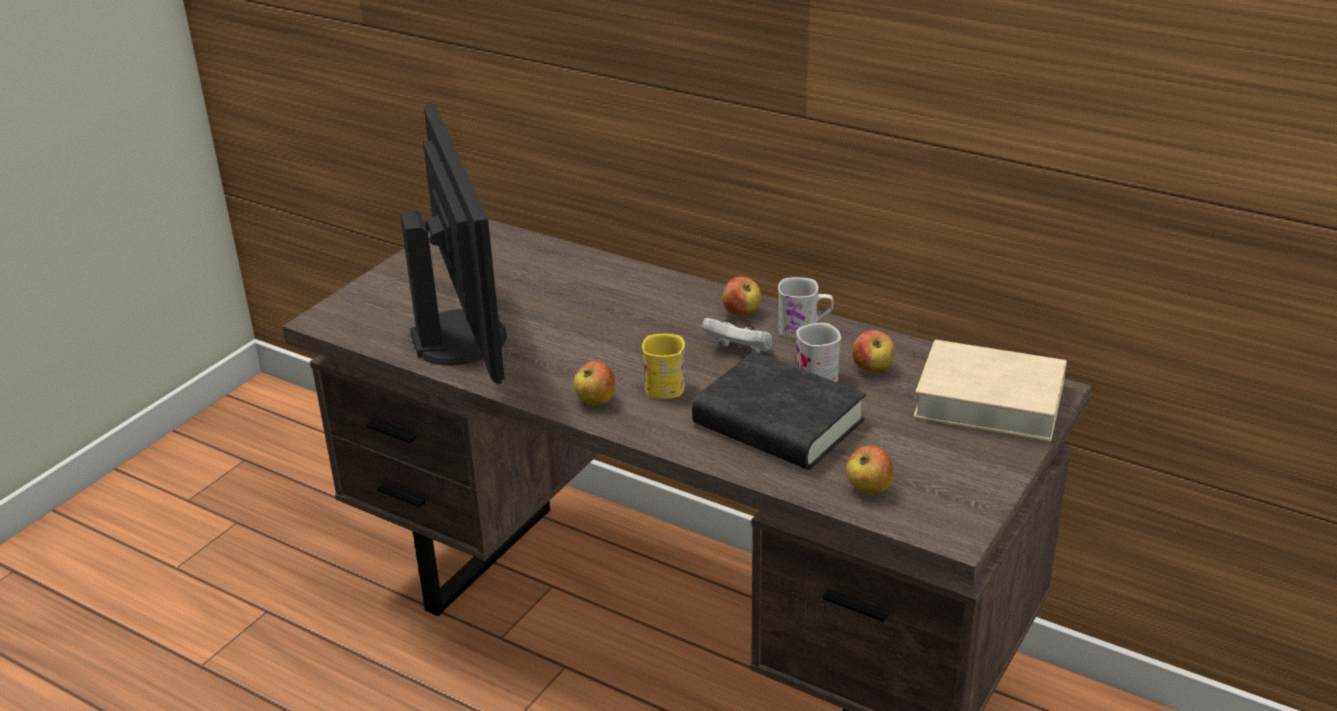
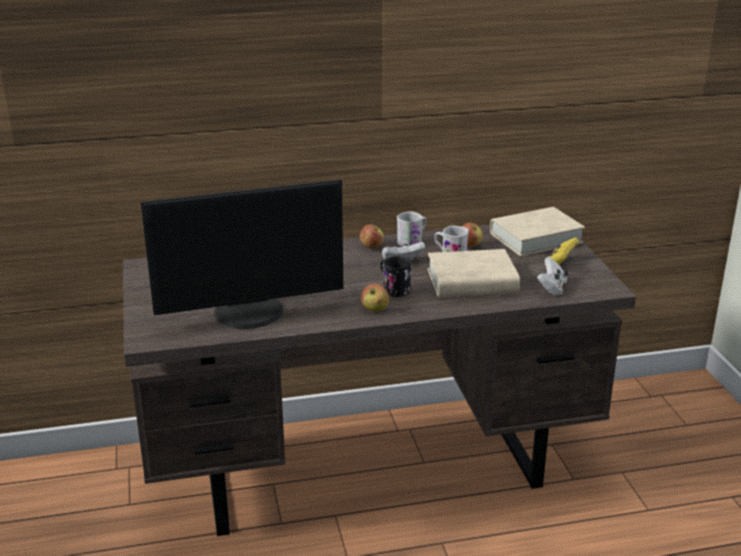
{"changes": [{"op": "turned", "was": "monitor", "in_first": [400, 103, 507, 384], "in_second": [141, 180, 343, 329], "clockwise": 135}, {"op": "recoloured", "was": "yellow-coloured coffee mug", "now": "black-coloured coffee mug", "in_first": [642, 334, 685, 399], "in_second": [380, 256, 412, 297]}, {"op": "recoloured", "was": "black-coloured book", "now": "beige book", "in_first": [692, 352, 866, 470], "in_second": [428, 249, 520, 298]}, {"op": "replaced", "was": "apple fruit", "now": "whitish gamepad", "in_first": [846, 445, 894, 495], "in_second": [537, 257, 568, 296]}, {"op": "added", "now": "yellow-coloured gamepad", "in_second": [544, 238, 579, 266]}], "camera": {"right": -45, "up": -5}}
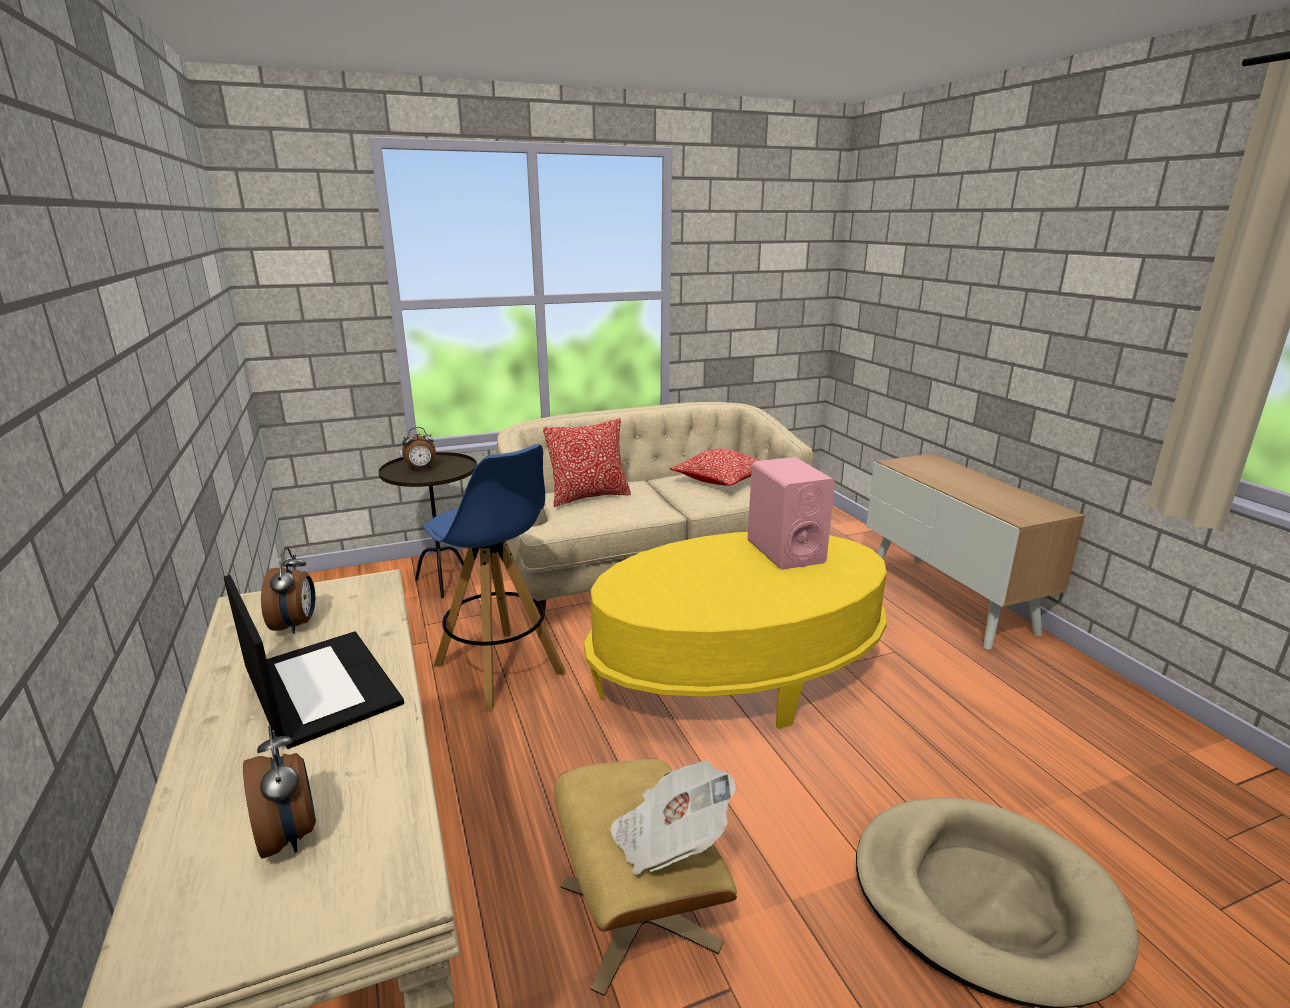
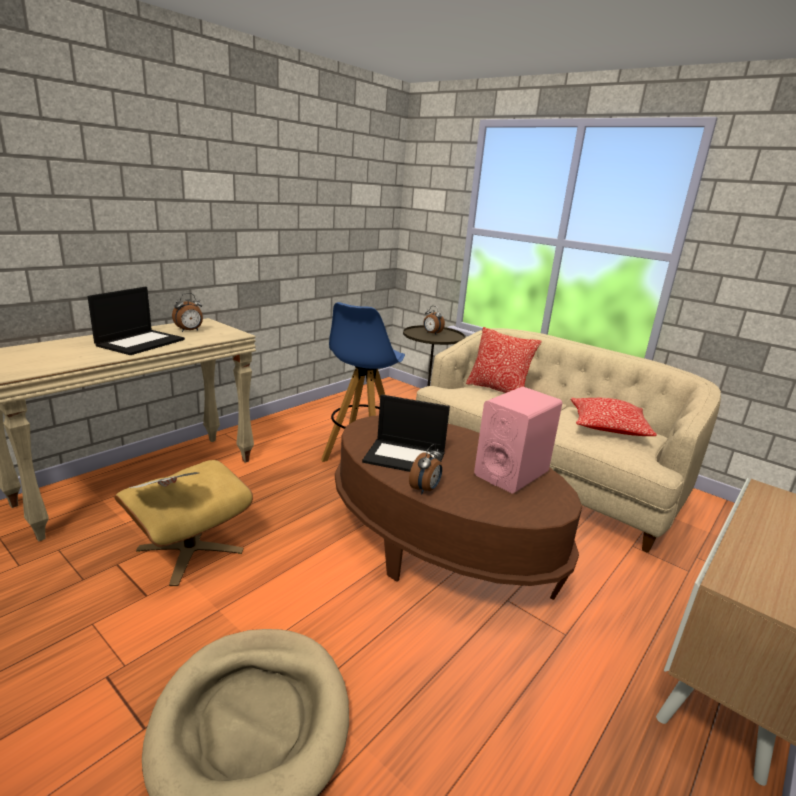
{"changes": [{"op": "recoloured", "was": "yellow-coloured low table", "now": "brownish low table", "in_first": [584, 532, 887, 729], "in_second": [335, 416, 582, 600]}, {"op": "added", "now": "notebook computer", "in_second": [362, 395, 450, 472]}, {"op": "moved", "was": "alarm clock", "in_first": [243, 726, 316, 859], "in_second": [409, 444, 442, 494]}], "camera": {"right": 60, "up": 0}}
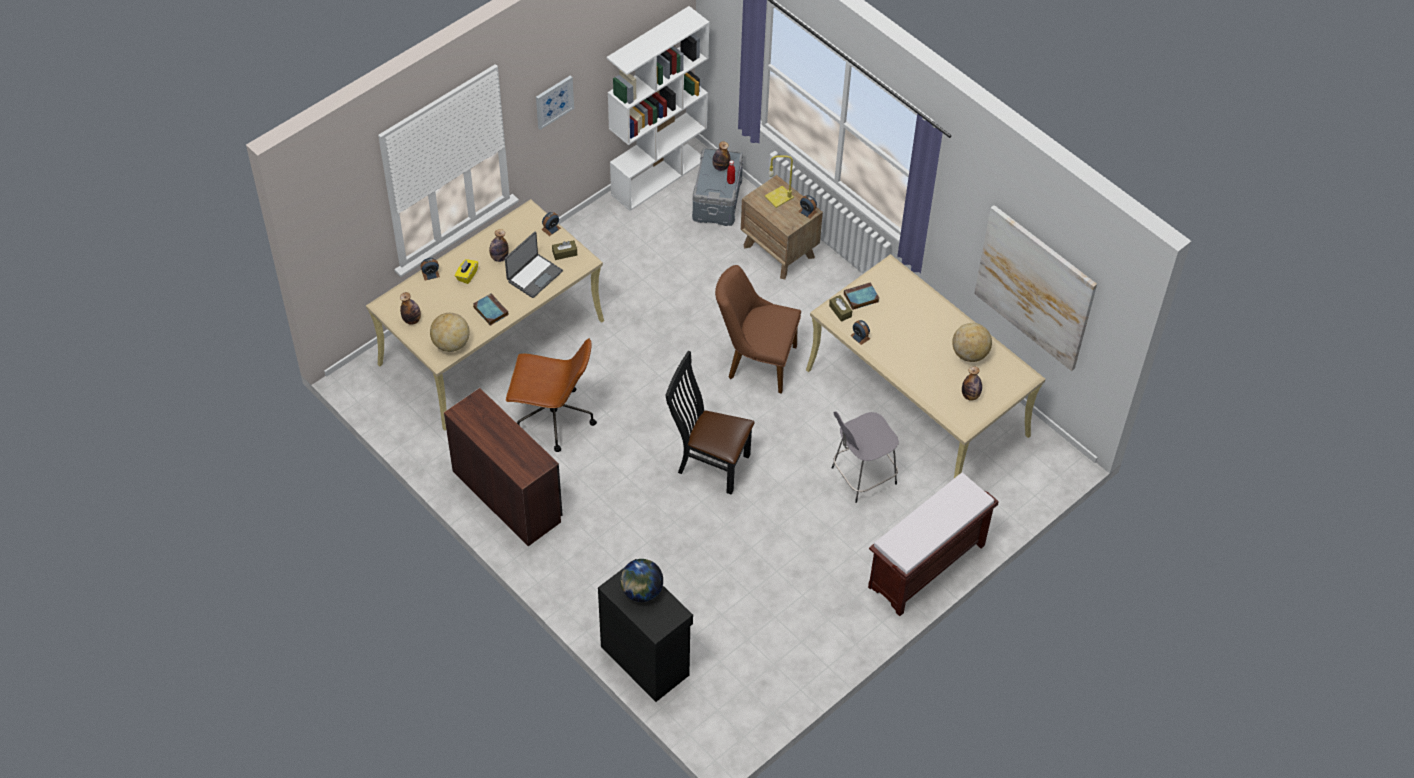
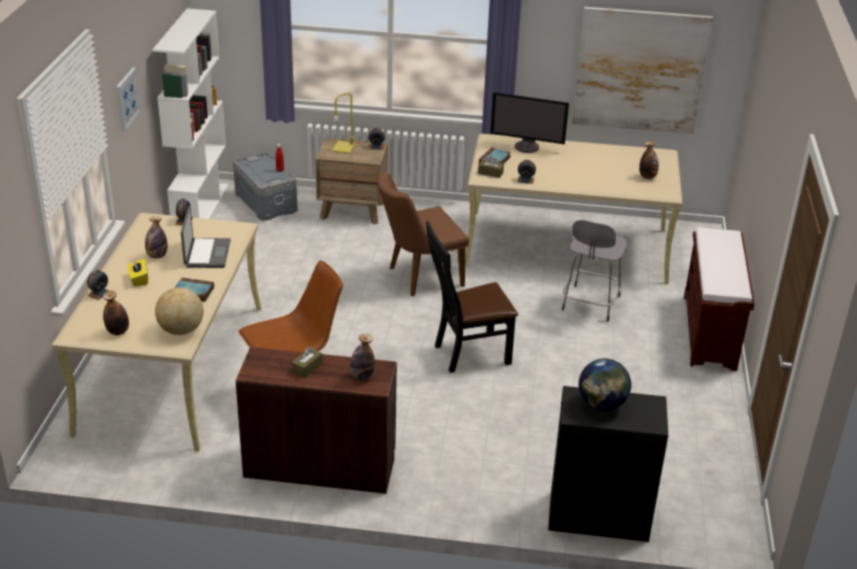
{"changes": [{"op": "moved", "was": "brownish box of tissues", "in_first": [552, 240, 577, 260], "in_second": [291, 346, 323, 378]}, {"op": "moved", "was": "drink bottle", "in_first": [712, 141, 730, 171], "in_second": [350, 334, 375, 380]}, {"op": "added", "now": "monitor", "in_second": [490, 92, 569, 153]}, {"op": "removed", "was": "desk globe", "in_first": [952, 323, 992, 362]}], "camera": {"right": -40, "up": -20}}
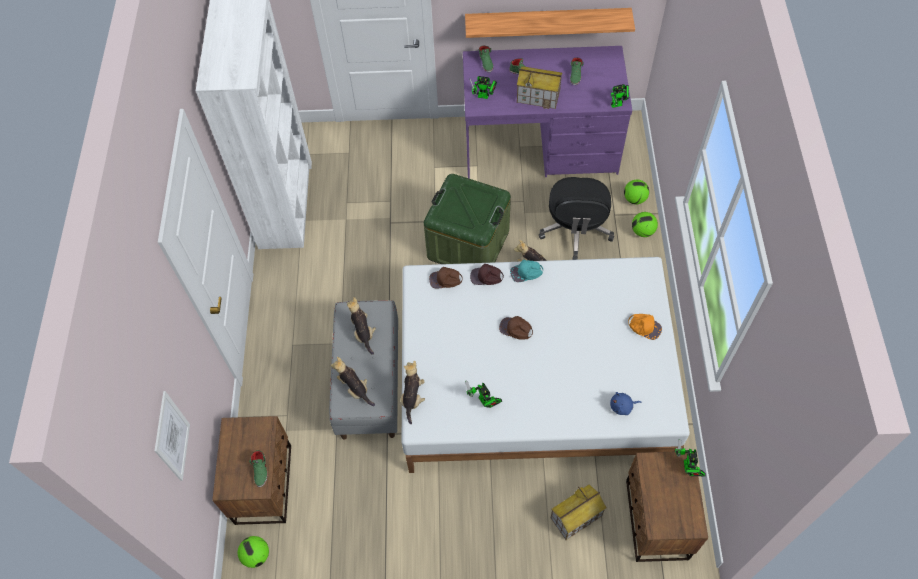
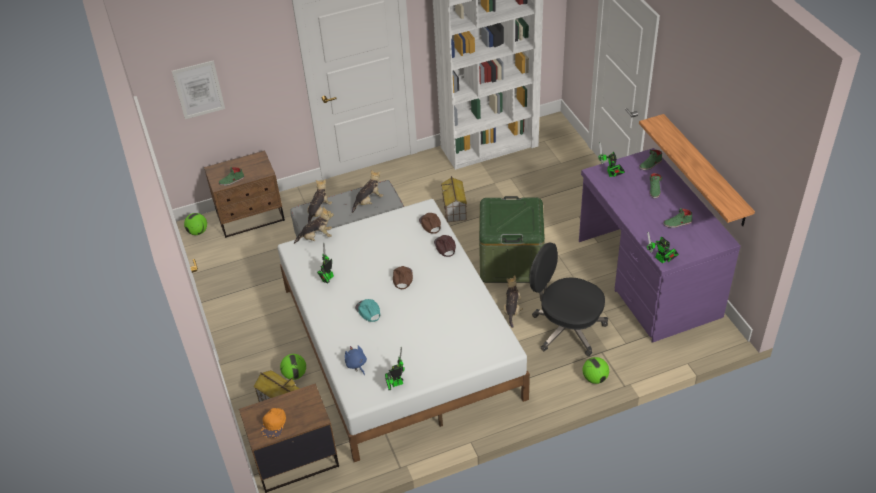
{"changes": [{"op": "moved", "was": "orangey baseball cap", "in_first": [628, 314, 662, 340], "in_second": [261, 408, 286, 438]}, {"op": "moved", "was": "ball for football", "in_first": [624, 180, 649, 204], "in_second": [280, 354, 306, 380]}, {"op": "moved", "was": "turquoise baseball cap", "in_first": [510, 260, 543, 282], "in_second": [355, 299, 380, 322]}, {"op": "moved", "was": "robot figure", "in_first": [675, 439, 706, 476], "in_second": [385, 347, 405, 390]}, {"op": "moved", "was": "toy house", "in_first": [517, 66, 562, 109], "in_second": [441, 176, 467, 222]}, {"op": "turned", "was": "black-coloured computer chair", "in_first": [539, 177, 614, 260], "in_second": [529, 242, 608, 356], "clockwise": 45}], "camera": {"right": 70, "up": -15}}
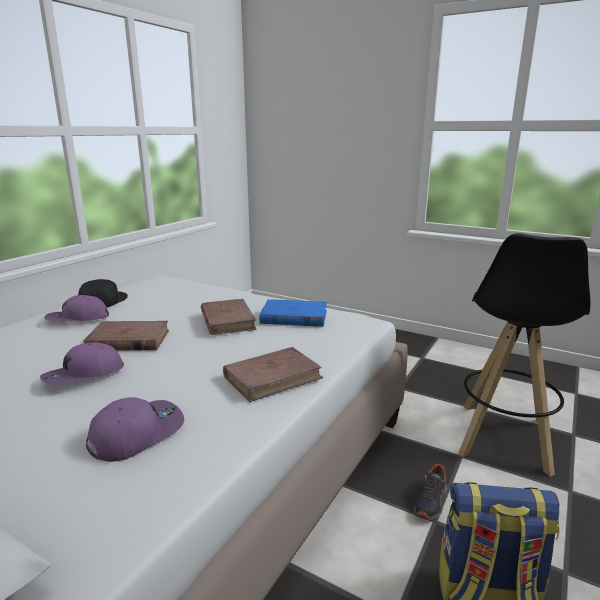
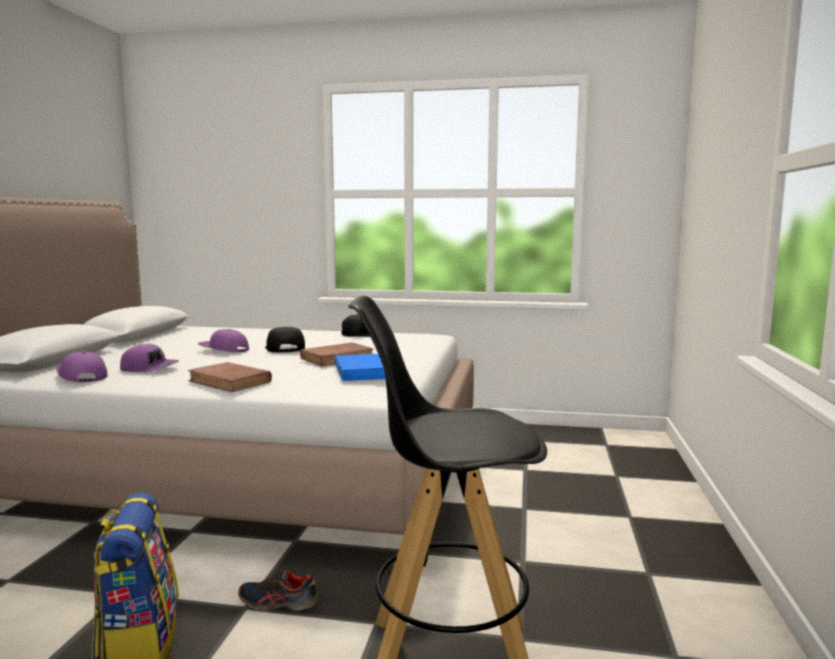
{"changes": [{"op": "moved", "was": "purple baseball cap", "in_first": [44, 295, 109, 321], "in_second": [57, 352, 108, 382]}, {"op": "replaced", "was": "brownish book", "now": "black-coloured baseball cap", "in_first": [83, 321, 169, 351], "in_second": [265, 327, 305, 353]}], "camera": {"right": 70, "up": -10}}
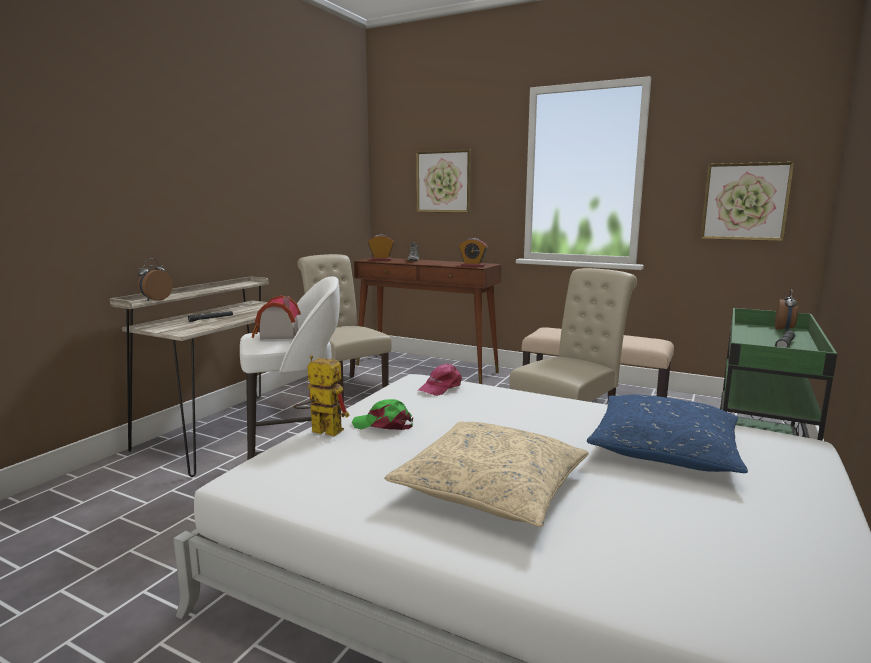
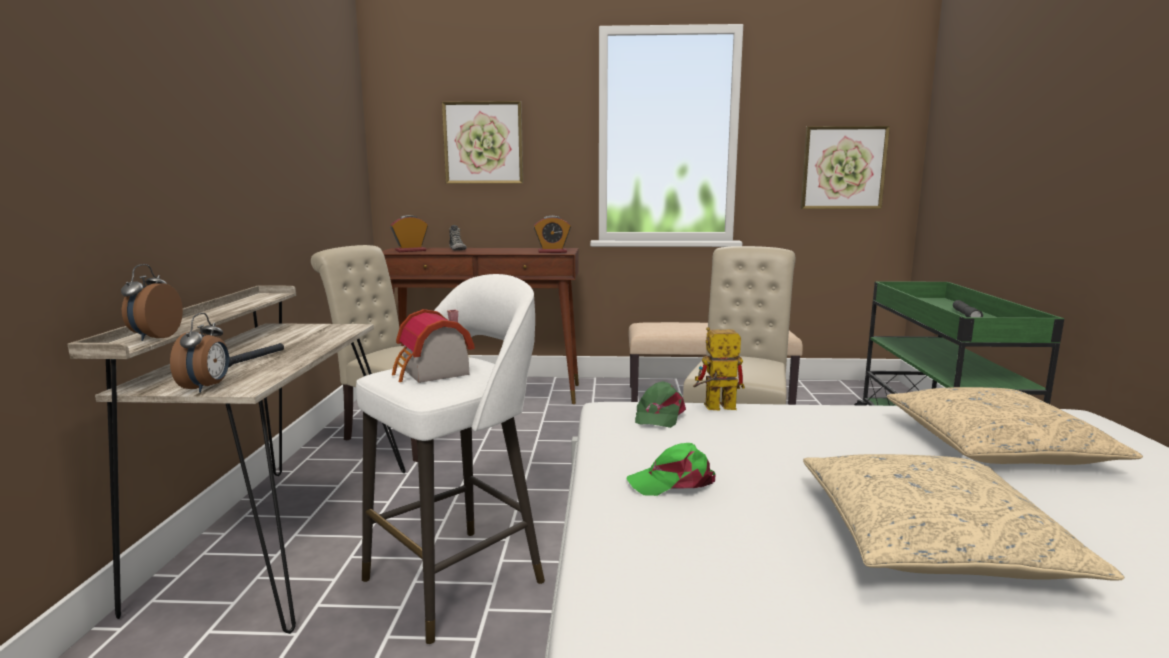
{"changes": [{"op": "moved", "was": "alarm clock", "in_first": [775, 290, 798, 332], "in_second": [170, 313, 229, 393]}, {"op": "recoloured", "was": "pinkish baseball cap", "now": "green-coloured baseball cap", "in_first": [418, 363, 462, 396], "in_second": [635, 381, 686, 428]}, {"op": "moved", "was": "robot figure", "in_first": [293, 355, 349, 437], "in_second": [693, 327, 745, 410]}, {"op": "recoloured", "was": "blue-coloured cushion", "now": "beige cushion", "in_first": [587, 395, 748, 473], "in_second": [887, 387, 1143, 465]}], "camera": {"right": -25, "up": 0}}
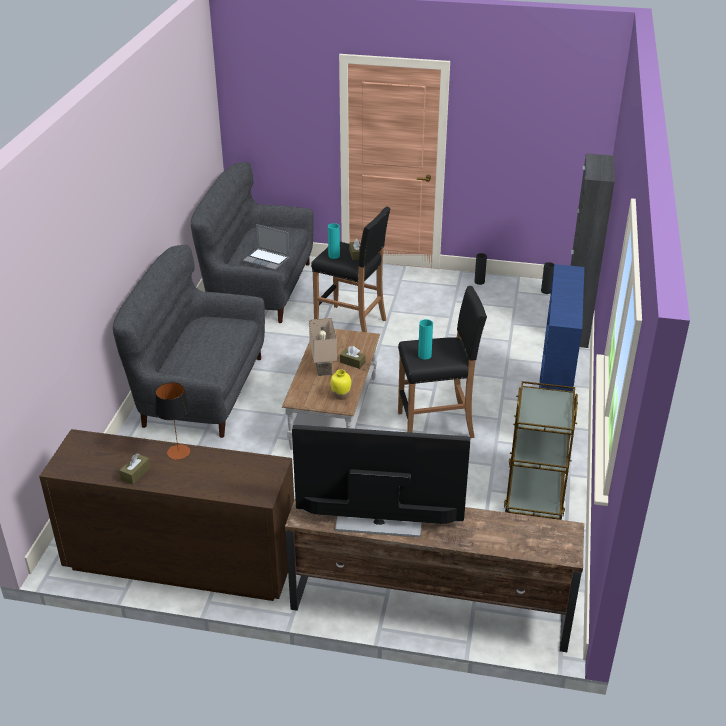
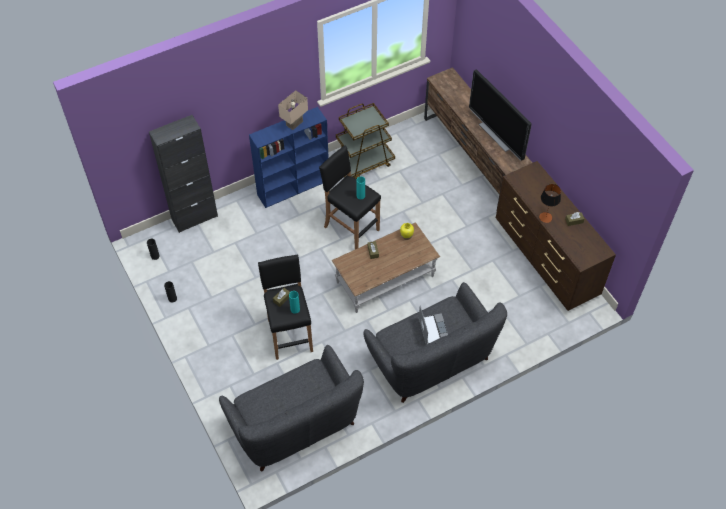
{"changes": [{"op": "moved", "was": "beige table lamp", "in_first": [309, 318, 337, 376], "in_second": [278, 90, 308, 130]}, {"op": "moved", "was": "notebook computer", "in_first": [243, 224, 290, 271], "in_second": [419, 305, 448, 345]}], "camera": {"right": -130, "up": 20}}
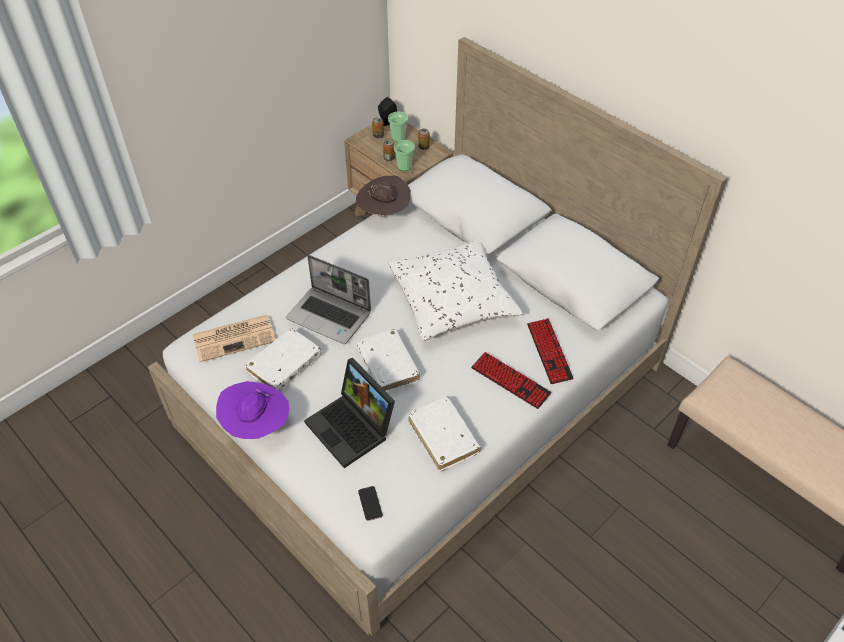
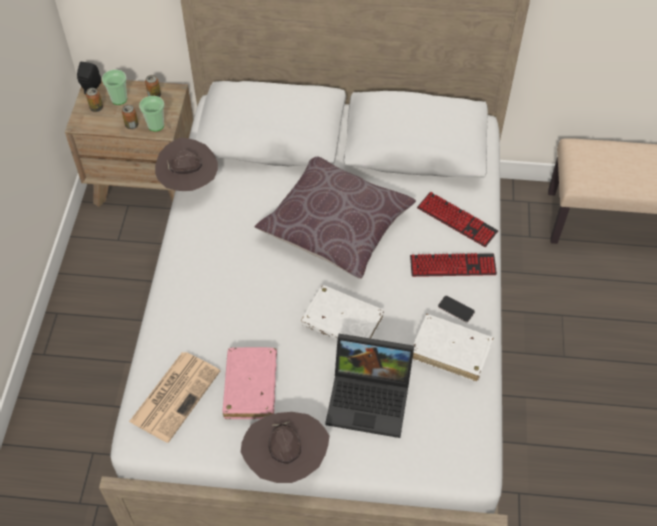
{"changes": [{"op": "recoloured", "was": "whitish book", "now": "pinkish book", "in_first": [245, 328, 321, 391], "in_second": [223, 347, 277, 419]}, {"op": "recoloured", "was": "purple clothing hat", "now": "brownish clothing hat", "in_first": [216, 381, 289, 439], "in_second": [241, 412, 329, 483]}, {"op": "recoloured", "was": "whitish cushion", "now": "brownish cushion", "in_first": [388, 240, 522, 341], "in_second": [254, 157, 416, 279]}, {"op": "moved", "was": "phone", "in_first": [358, 486, 383, 521], "in_second": [438, 296, 475, 323]}, {"op": "removed", "was": "notebook computer", "in_first": [286, 255, 371, 344]}], "camera": {"right": -40, "up": 5}}
